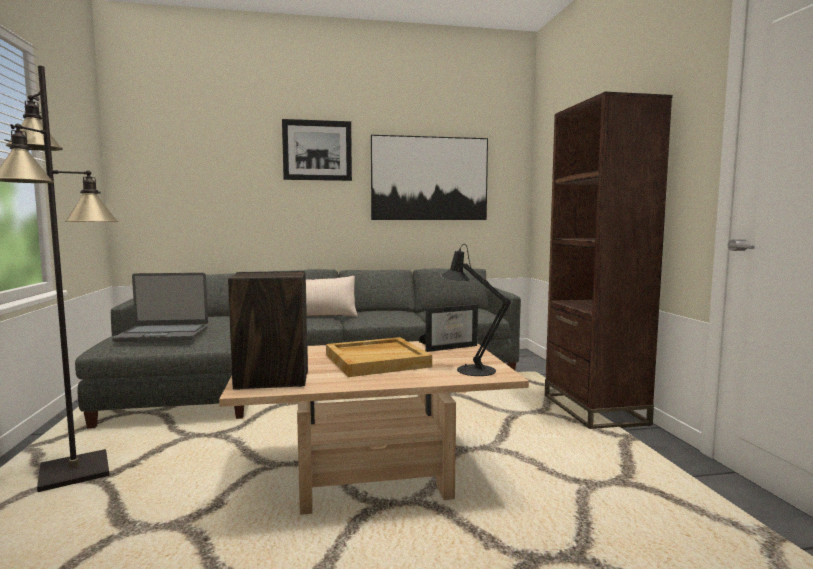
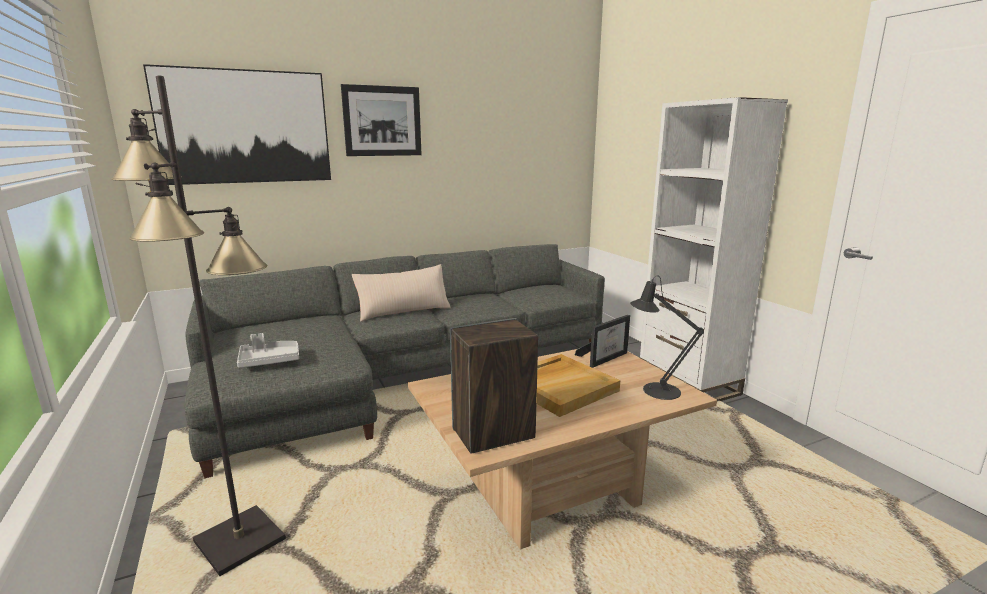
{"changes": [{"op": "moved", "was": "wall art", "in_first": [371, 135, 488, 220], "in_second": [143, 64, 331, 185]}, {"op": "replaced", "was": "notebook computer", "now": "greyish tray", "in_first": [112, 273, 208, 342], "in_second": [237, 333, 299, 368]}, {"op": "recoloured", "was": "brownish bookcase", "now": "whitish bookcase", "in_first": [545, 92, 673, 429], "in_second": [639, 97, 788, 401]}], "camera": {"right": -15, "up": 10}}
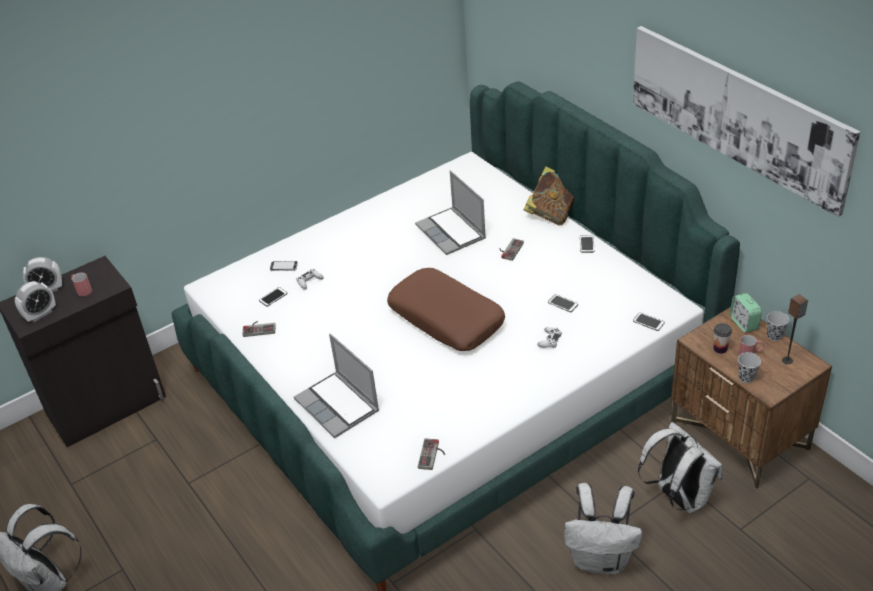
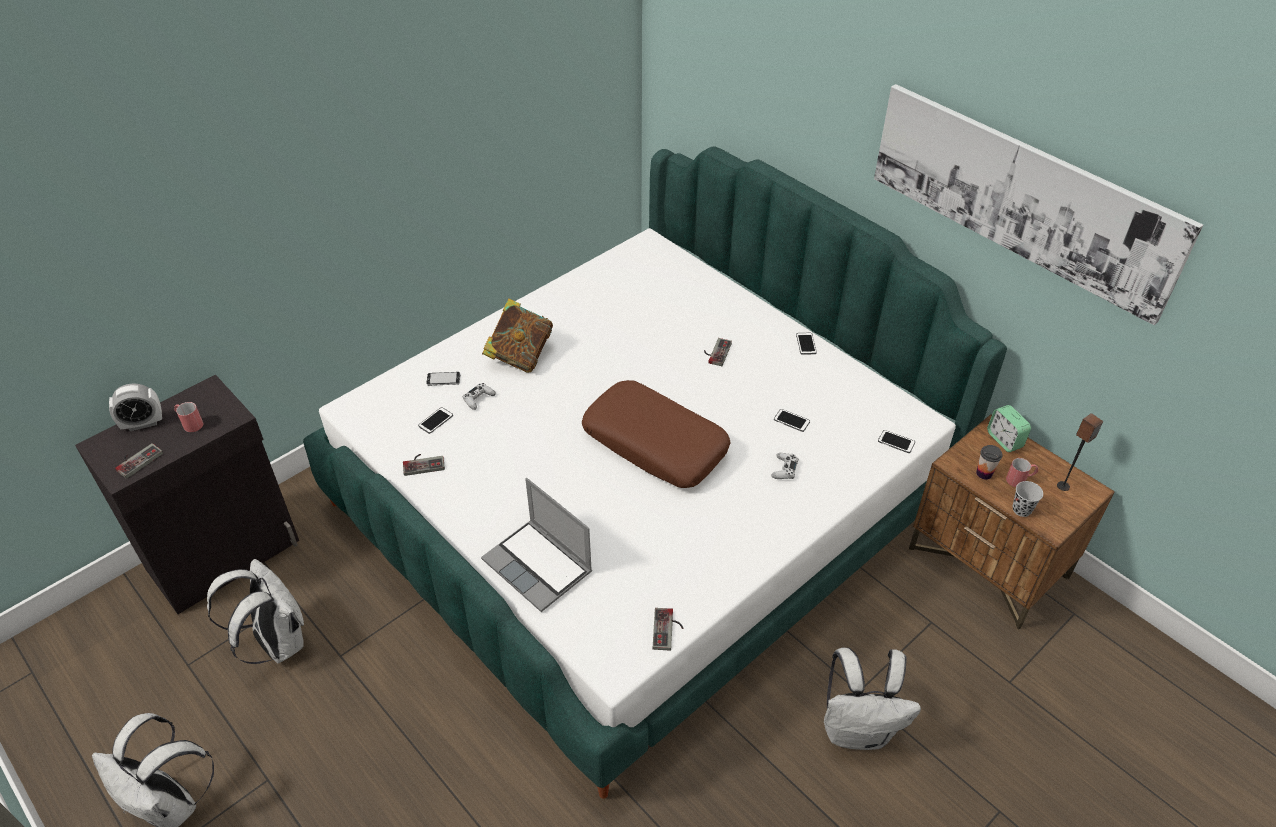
{"changes": [{"op": "replaced", "was": "alarm clock", "now": "gamepad", "in_first": [15, 281, 56, 322], "in_second": [115, 443, 163, 479]}, {"op": "moved", "was": "whitish backpack", "in_first": [638, 422, 723, 513], "in_second": [207, 559, 304, 664]}, {"op": "moved", "was": "book", "in_first": [523, 166, 574, 226], "in_second": [482, 298, 553, 373]}, {"op": "removed", "was": "notebook computer", "in_first": [415, 171, 486, 255]}, {"op": "removed", "was": "black-coloured drinking cup", "in_first": [767, 311, 789, 341]}], "camera": {"right": -10, "up": 5}}
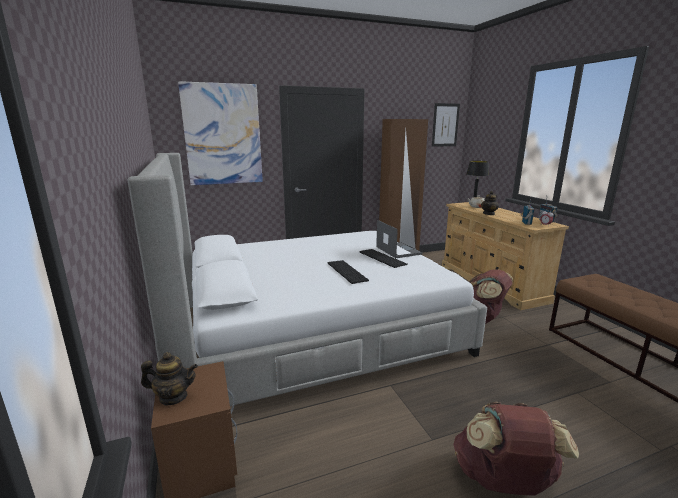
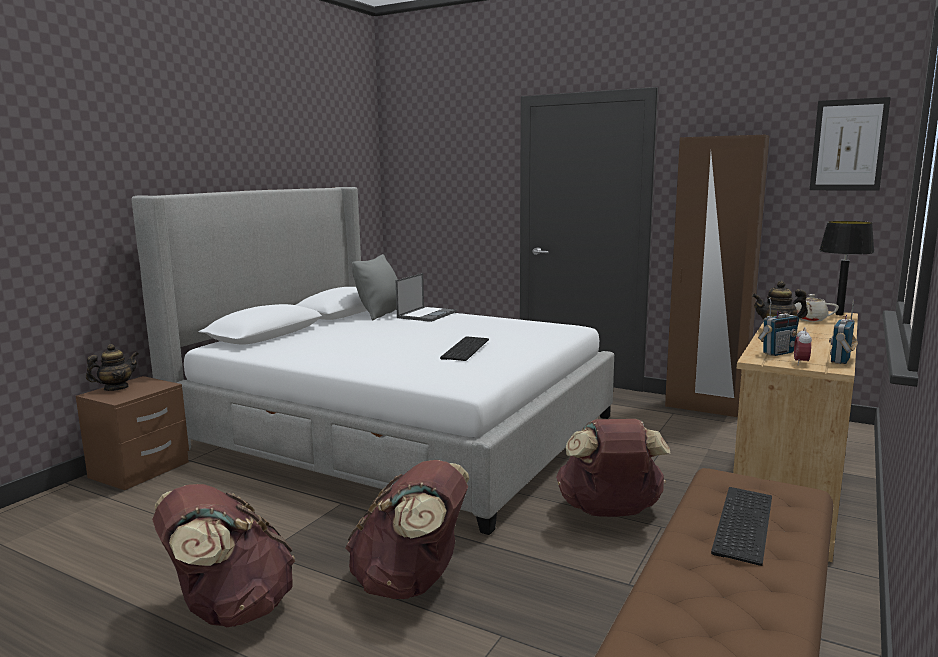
{"changes": [{"op": "turned", "was": "teapot", "in_first": [141, 352, 198, 405], "in_second": [86, 344, 138, 391], "clockwise": -90}, {"op": "added", "now": "brownish backpack", "in_second": [345, 460, 470, 599]}, {"op": "added", "now": "greyish cushion", "in_second": [352, 254, 398, 320]}, {"op": "moved", "was": "notebook computer", "in_first": [376, 220, 423, 258], "in_second": [396, 273, 457, 322]}, {"op": "moved", "was": "PC keyboard", "in_first": [328, 260, 369, 284], "in_second": [711, 487, 772, 566]}, {"op": "removed", "was": "wall art", "in_first": [178, 81, 263, 185]}], "camera": {"right": 50, "up": -5}}
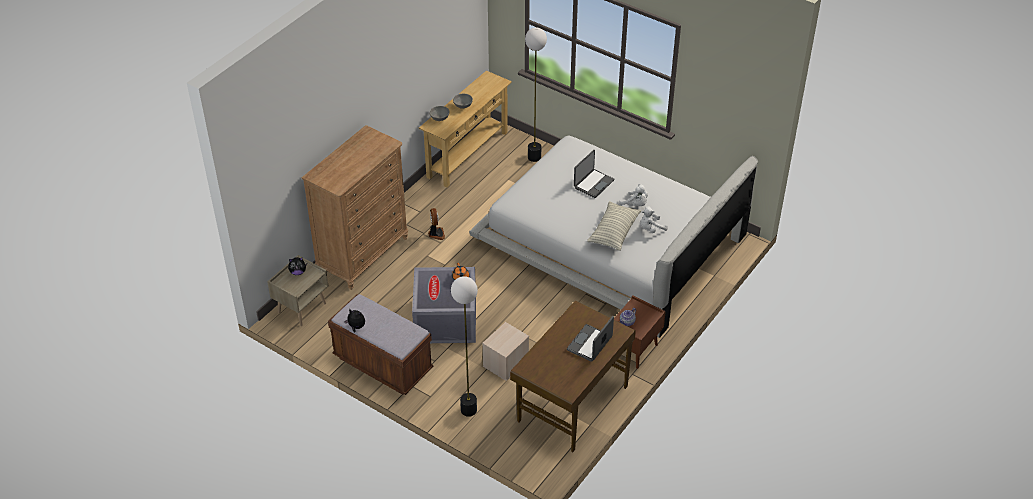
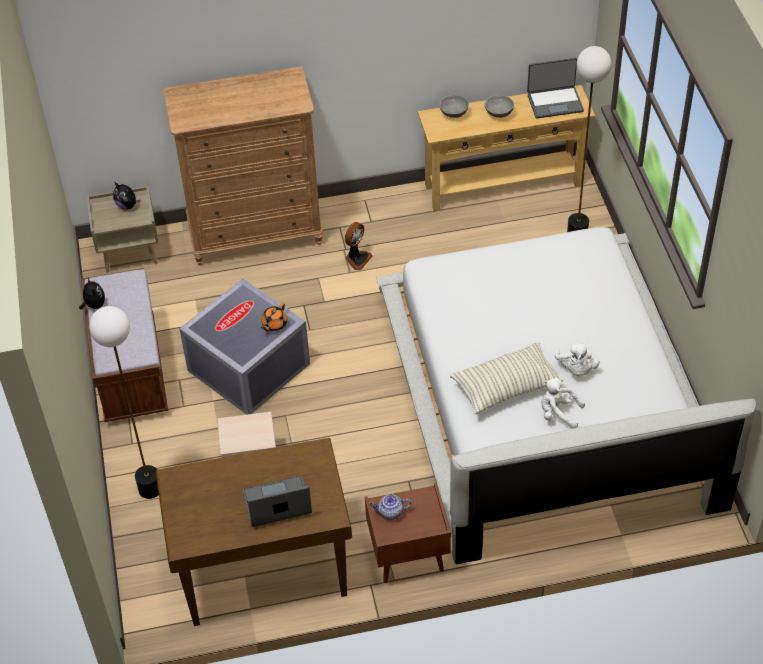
{"changes": [{"op": "moved", "was": "notebook computer", "in_first": [574, 150, 615, 198], "in_second": [527, 58, 584, 118]}], "camera": {"right": 45, "up": 5}}
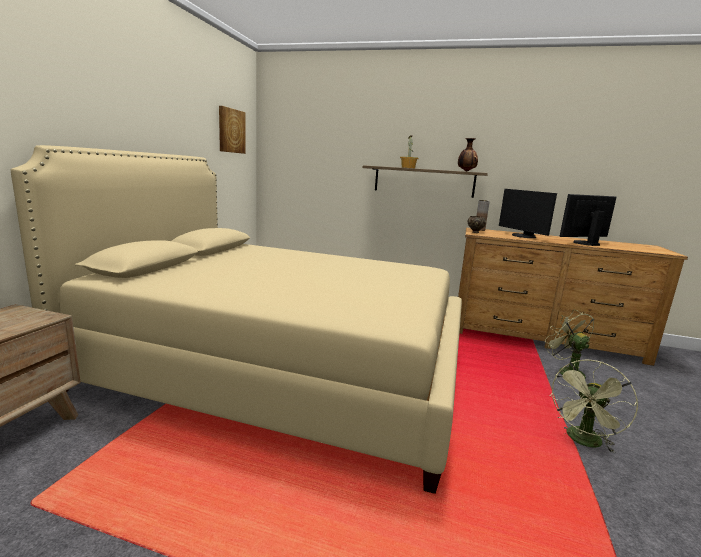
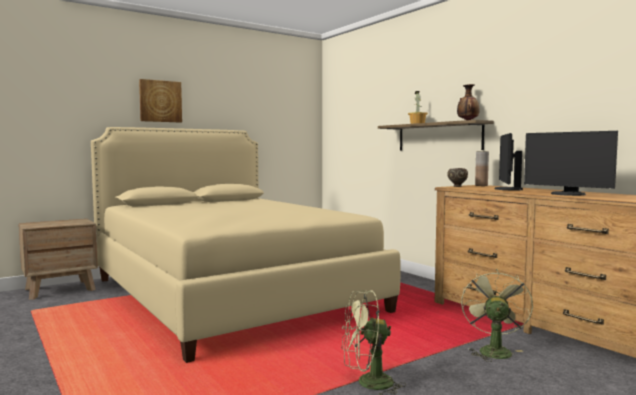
{"changes": [{"op": "moved", "was": "wall art", "in_first": [219, 106, 246, 154], "in_second": [139, 79, 182, 123]}, {"op": "turned", "was": "monitor", "in_first": [560, 194, 617, 246], "in_second": [524, 131, 618, 196], "clockwise": -150}], "camera": {"right": 40, "up": -10}}
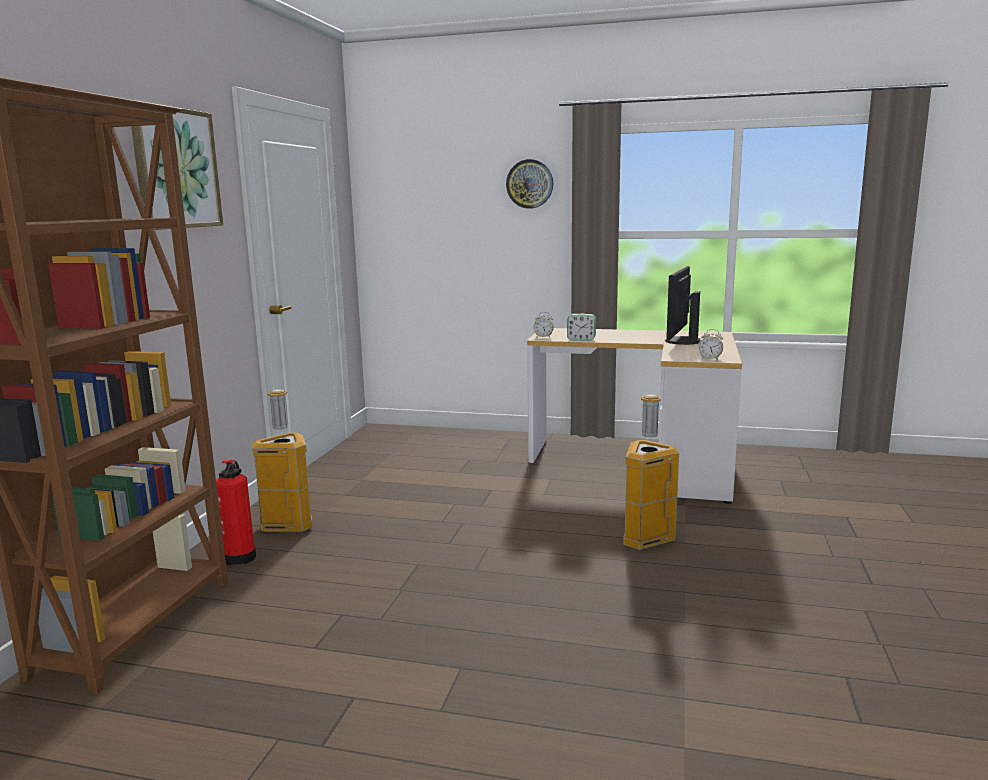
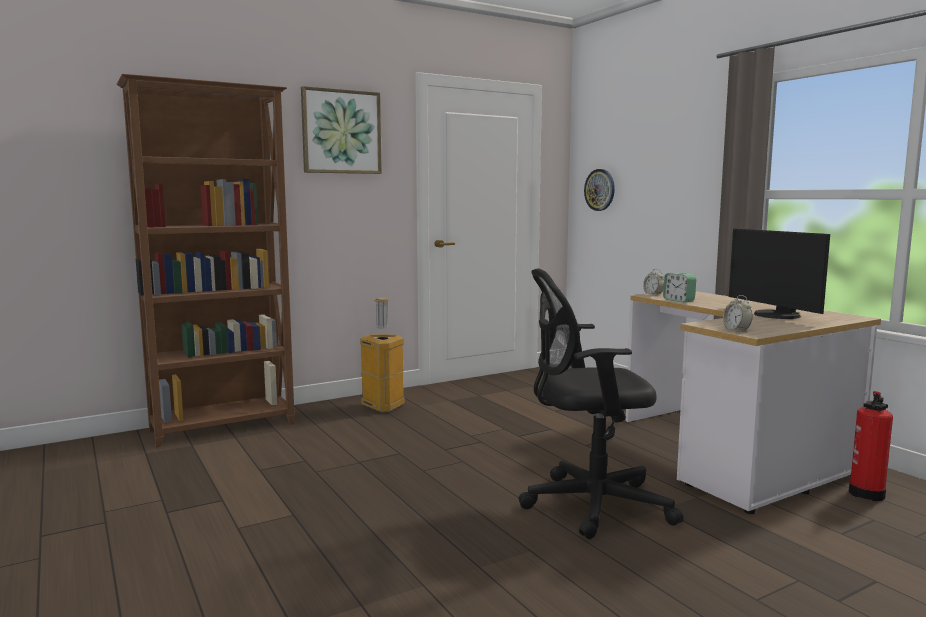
{"changes": [{"op": "replaced", "was": "trash can", "now": "black-coloured computer chair", "in_first": [623, 394, 679, 550], "in_second": [518, 269, 683, 539]}, {"op": "moved", "was": "wall clock", "in_first": [506, 159, 553, 209], "in_second": [584, 169, 615, 211]}, {"op": "turned", "was": "monitor", "in_first": [665, 266, 700, 345], "in_second": [729, 229, 830, 319], "clockwise": -90}, {"op": "moved", "was": "fire-fighting cylinder", "in_first": [216, 460, 256, 565], "in_second": [849, 391, 893, 501]}], "camera": {"right": 45, "up": -5}}
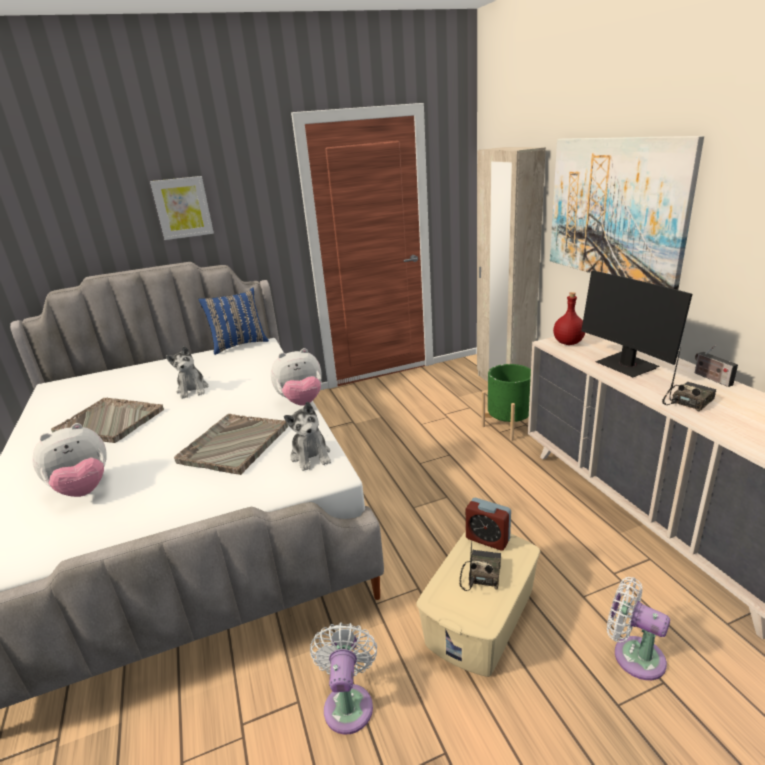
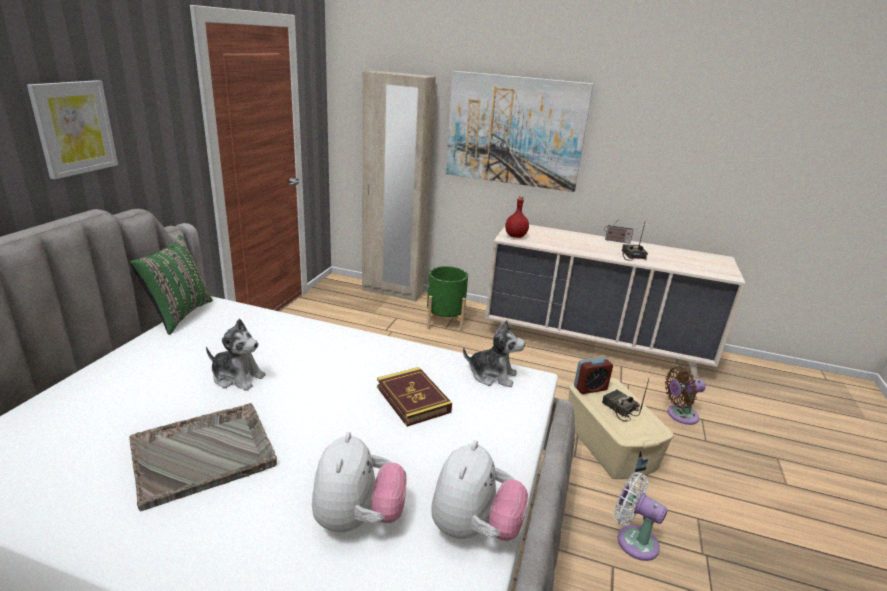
{"changes": [{"op": "recoloured", "was": "blue-coloured cushion", "now": "green-coloured cushion", "in_first": [198, 287, 269, 355], "in_second": [130, 235, 213, 335]}, {"op": "replaced", "was": "greyish tray", "now": "book", "in_first": [174, 414, 288, 475], "in_second": [377, 367, 452, 427]}, {"op": "moved", "was": "soft toy", "in_first": [271, 348, 322, 406], "in_second": [432, 440, 528, 541]}, {"op": "recoloured", "was": "whitish cooling fan", "now": "brownish cooling fan", "in_first": [607, 577, 670, 680], "in_second": [665, 367, 706, 425]}, {"op": "removed", "was": "monitor", "in_first": [581, 271, 692, 377]}], "camera": {"right": -55, "up": 0}}
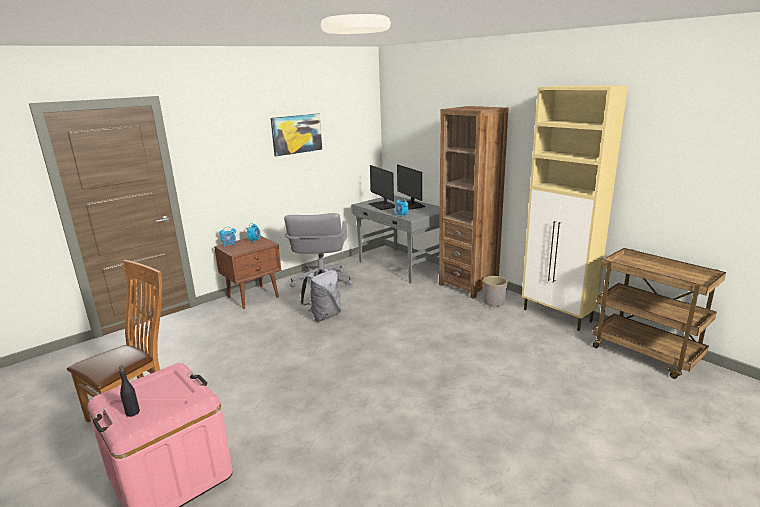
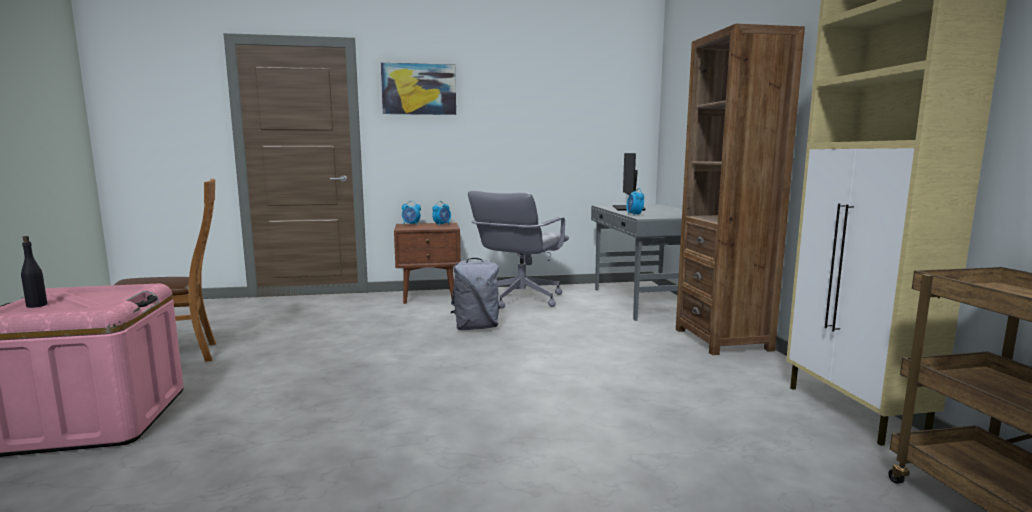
{"changes": [{"op": "moved", "was": "wall art", "in_first": [270, 114, 322, 157], "in_second": [381, 63, 456, 115]}, {"op": "removed", "was": "monitor", "in_first": [397, 164, 425, 210]}, {"op": "removed", "was": "greyish plant pot", "in_first": [483, 276, 508, 307]}], "camera": {"right": 30, "up": -10}}
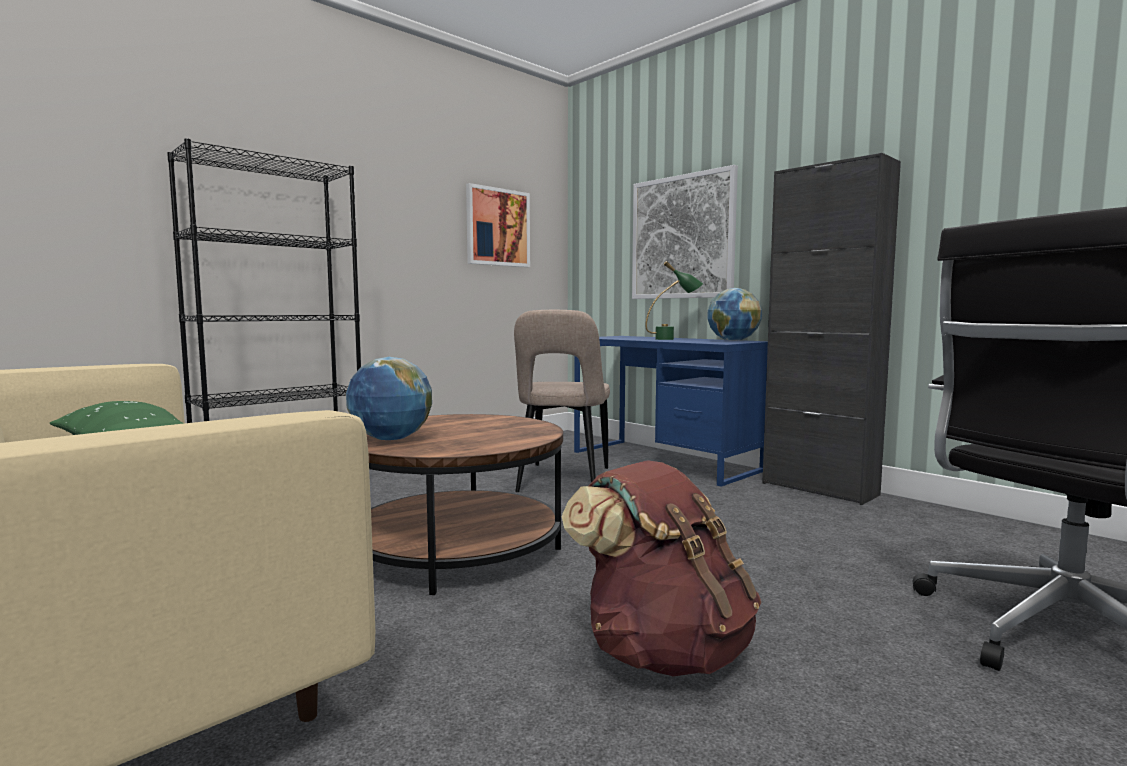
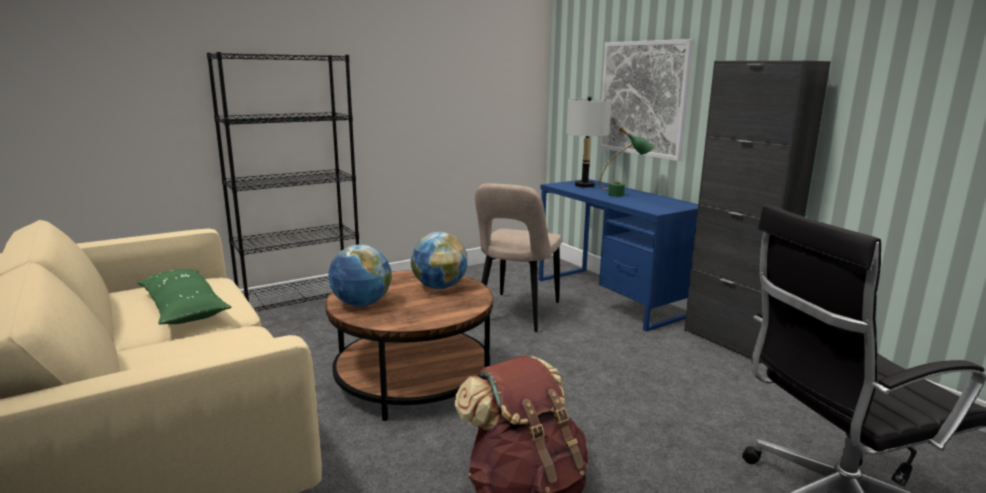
{"changes": [{"op": "moved", "was": "desk globe", "in_first": [707, 288, 762, 341], "in_second": [411, 232, 467, 289]}, {"op": "added", "now": "greyish table lamp", "in_second": [566, 96, 611, 188]}, {"op": "removed", "was": "wall art", "in_first": [466, 183, 530, 267]}], "camera": {"right": 10, "up": 10}}
